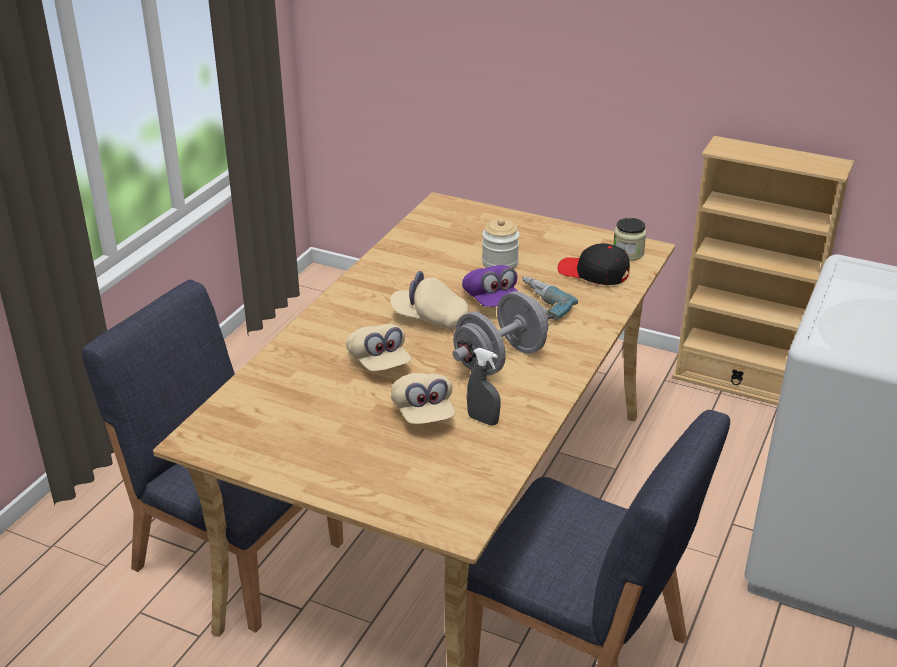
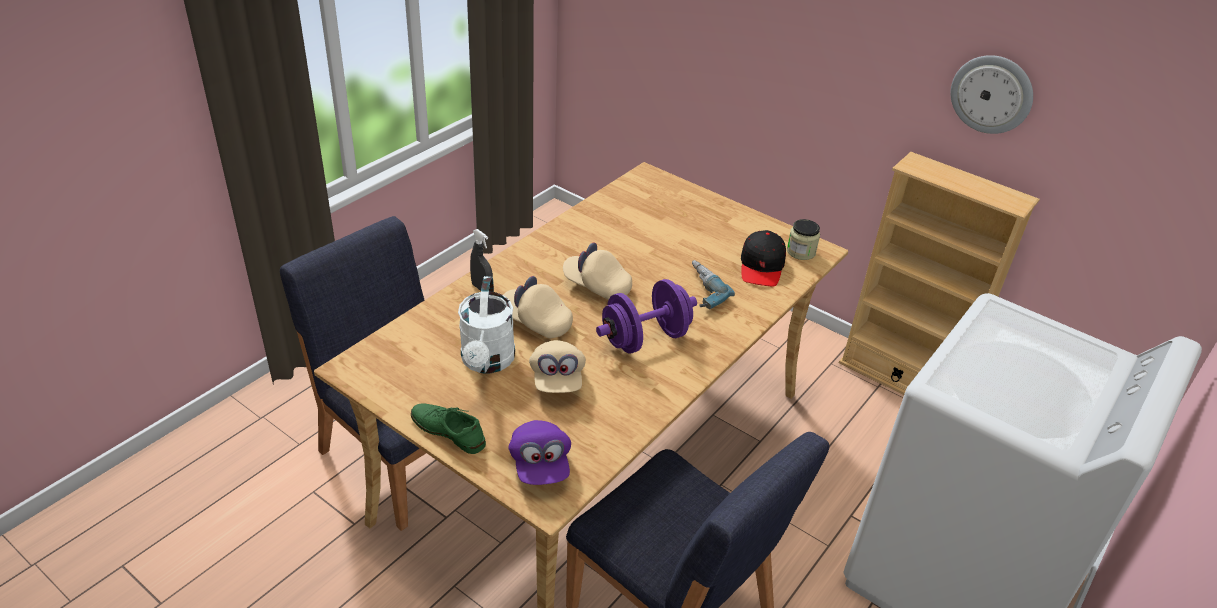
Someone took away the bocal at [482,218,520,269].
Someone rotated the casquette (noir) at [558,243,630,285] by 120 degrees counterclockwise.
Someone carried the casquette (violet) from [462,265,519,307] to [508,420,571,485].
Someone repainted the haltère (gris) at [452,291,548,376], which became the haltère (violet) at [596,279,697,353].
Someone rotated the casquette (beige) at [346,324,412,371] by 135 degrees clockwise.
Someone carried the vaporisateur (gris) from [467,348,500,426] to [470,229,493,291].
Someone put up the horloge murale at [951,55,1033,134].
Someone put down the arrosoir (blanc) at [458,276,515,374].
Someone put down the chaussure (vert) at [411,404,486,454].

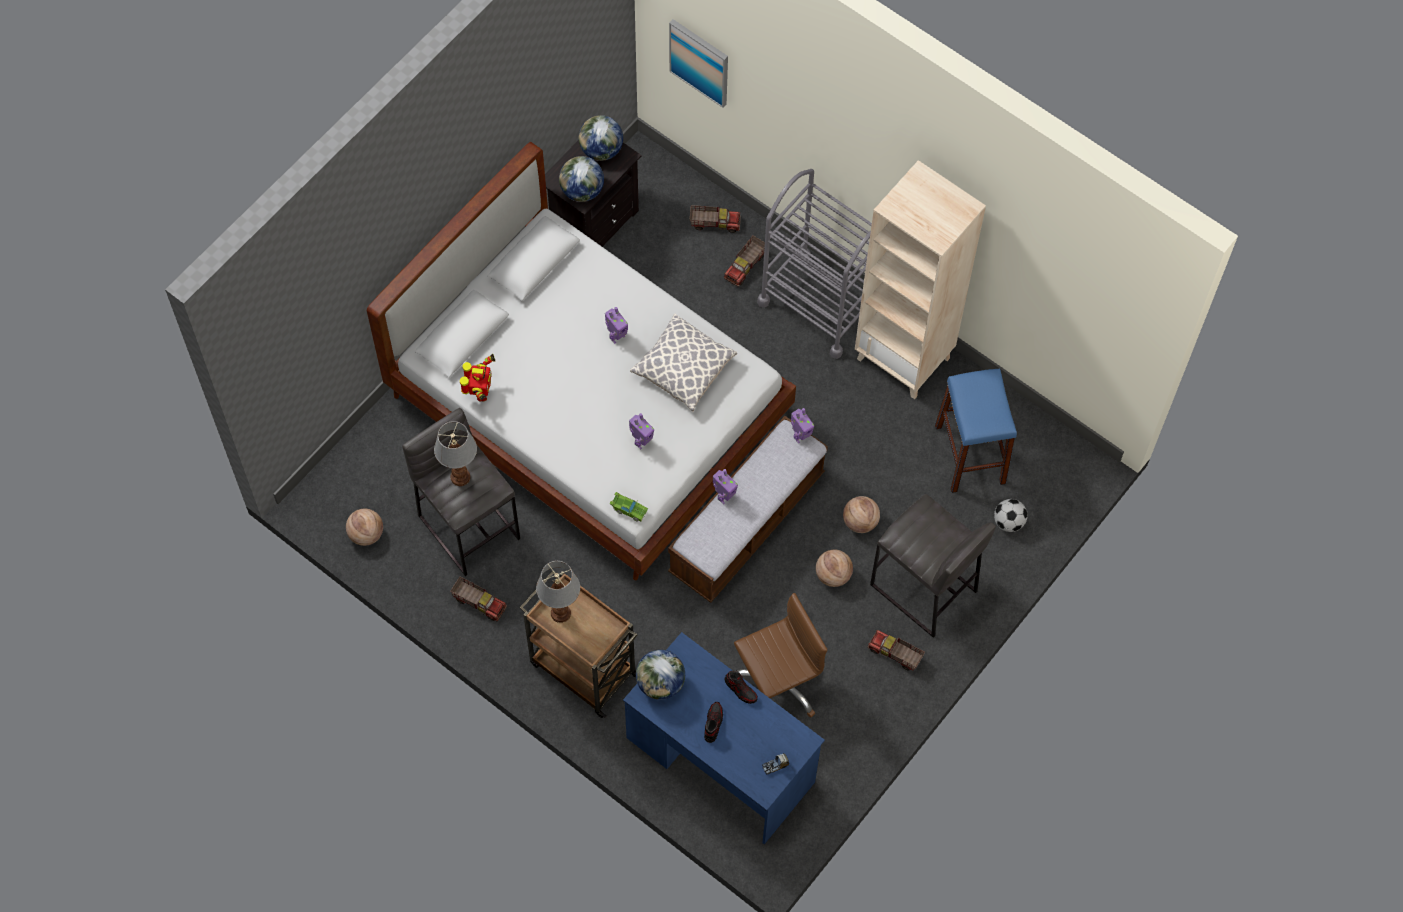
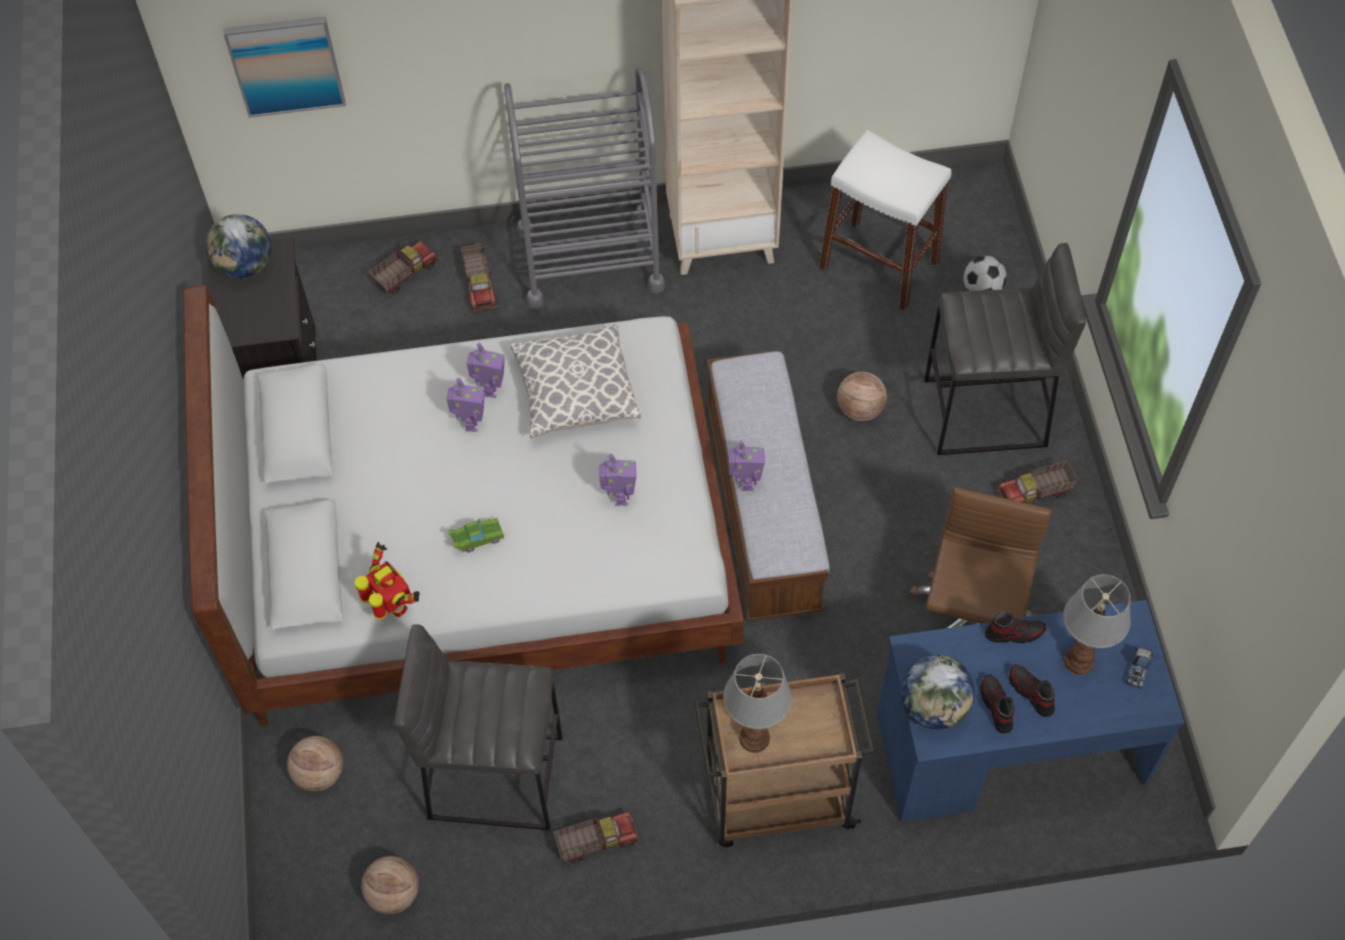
Someone took away the globe at [559,156,604,202].
Someone repainted the tabouret (bleu) at [935,368,1017,493], which became the tabouret (blanc) at [819,130,952,311].
Someone carried the robot jouet from [791,408,814,443] to [467,343,505,398].
Someone carried the lampe de table from [434,421,477,486] to [1064,574,1131,675].
Someone carried the petite voiture (vert) from [609,492,648,522] to [447,517,504,553].
Someone carried the ballon de basket from [816,550,853,587] to [287,736,343,792].
Someone put down the chaussure at [980,674,1015,734].

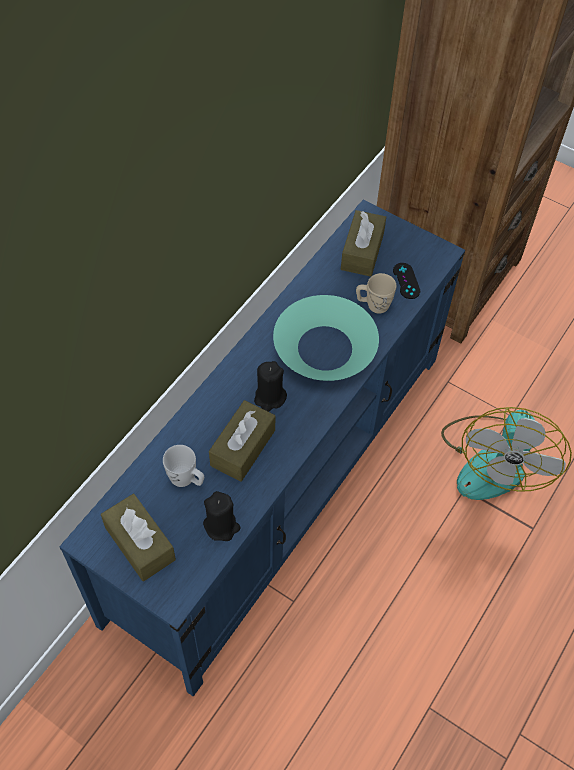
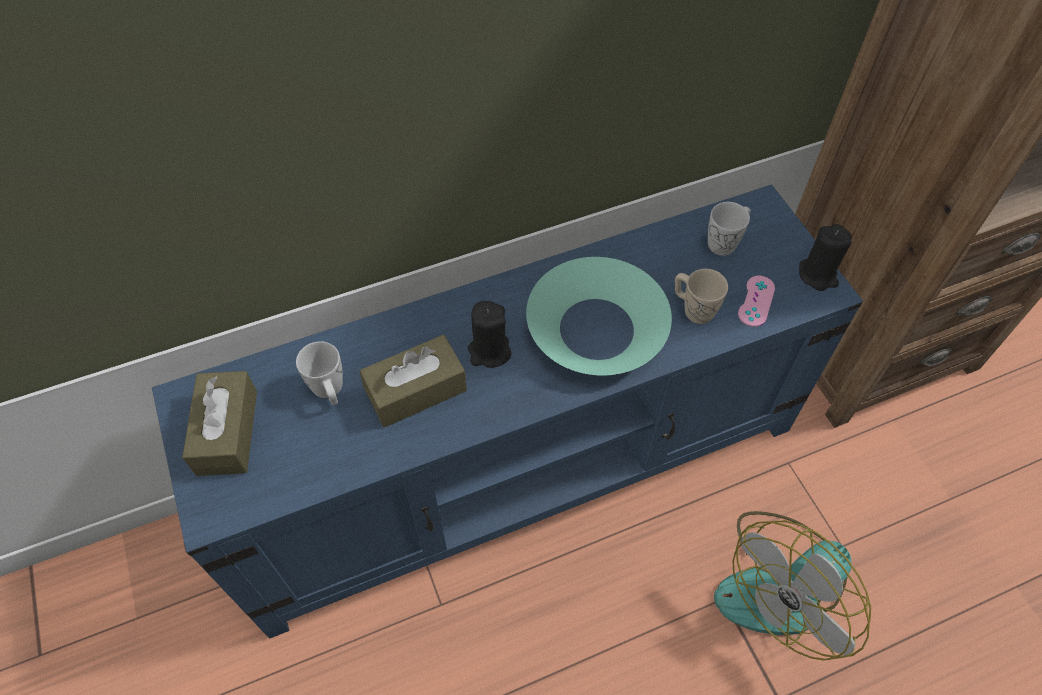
Someone swapped the boîte à mouchoirs (marron) at [341,210,386,277] for the mug (blanc) at [708,202,751,256].
Someone repainted the manette (noir) at [393,263,420,299], which became the manette (rose) at [738,276,775,327].
Someone carried the bougie (noir) from [203,491,241,541] to [799,224,852,291].

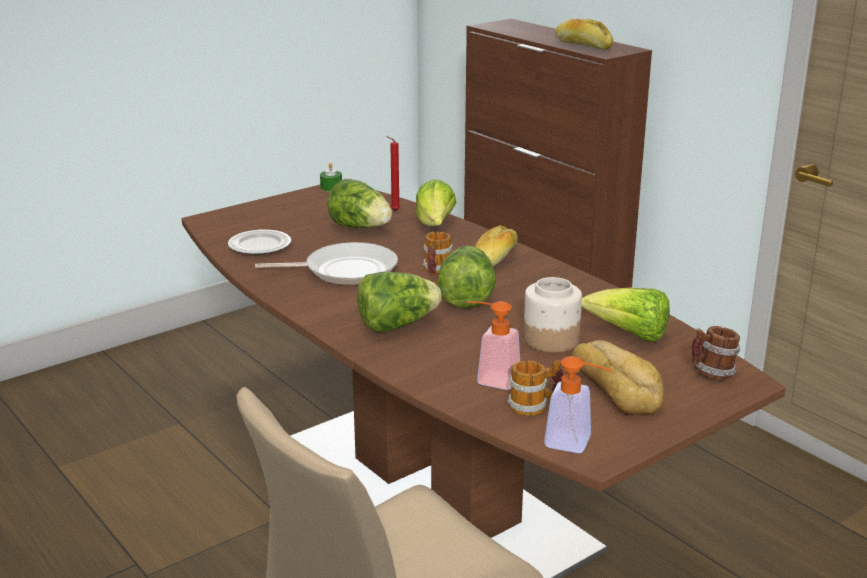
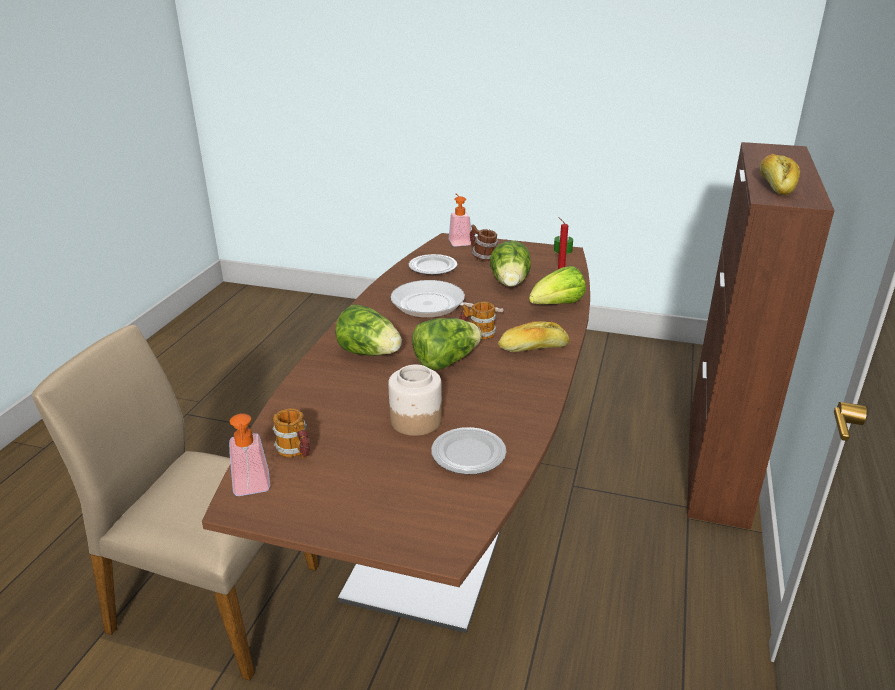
Someone rotated the poêle at [255,242,398,285] by 150 degrees clockwise.
Someone swapped the laitue at [582,288,670,342] for the assiette at [431,427,506,474].
Someone carried the distributeur de savon from [467,301,520,390] to [449,194,471,247].
Someone carried the mug from [692,326,740,380] to [470,224,498,261].
Someone took away the pain at [572,340,664,415].

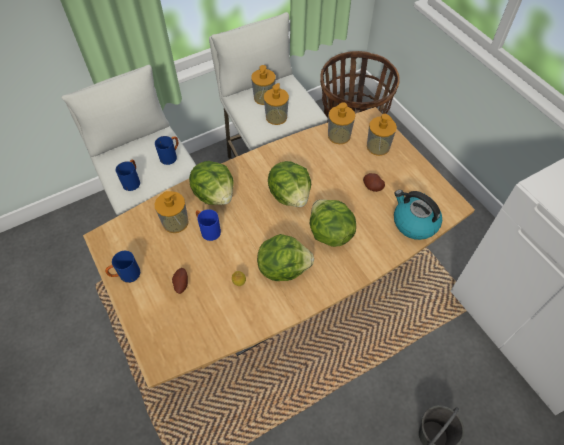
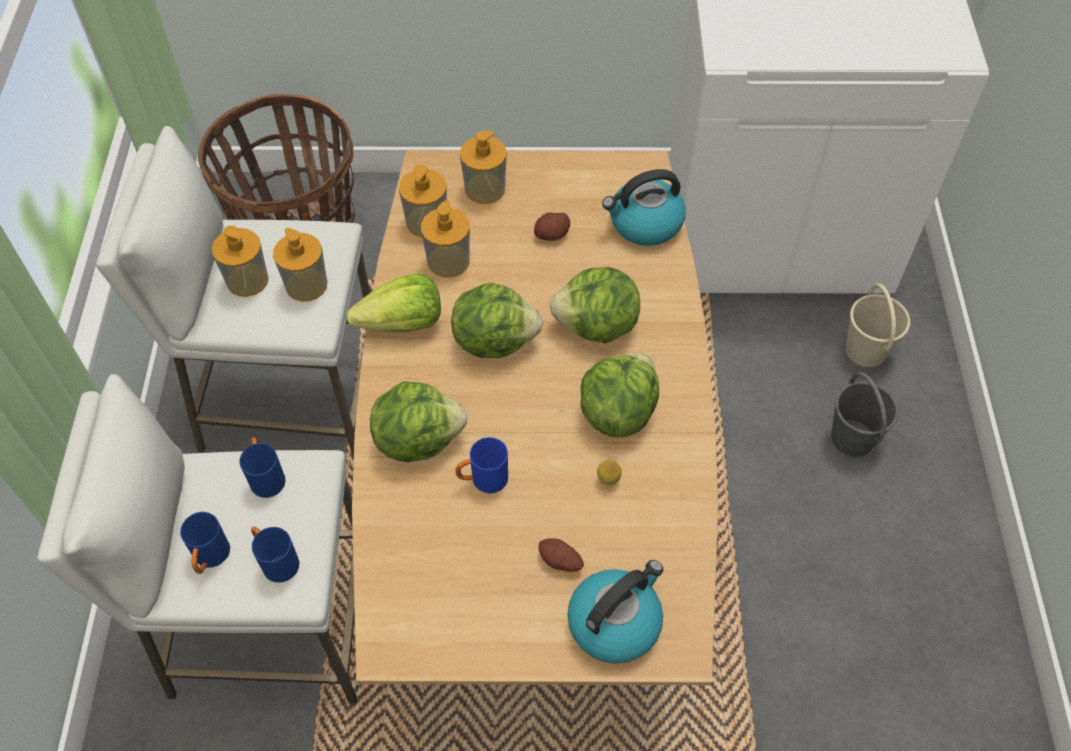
Someone carried the distributeur de savon from [155,191,189,233] to [421,200,470,278].
Someone carried the mug (bleu) from [105,251,140,283] to [180,512,230,574].
Someone put down the laitue at [347,273,441,332].
Someone put down the seau (beige) at [846,283,910,367].
Someone put down the bouilloire at [567,560,663,664].

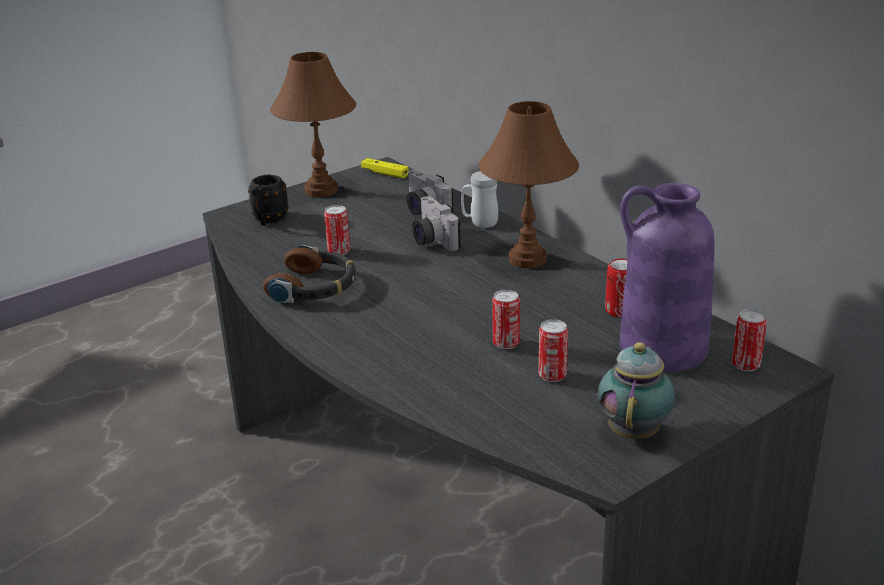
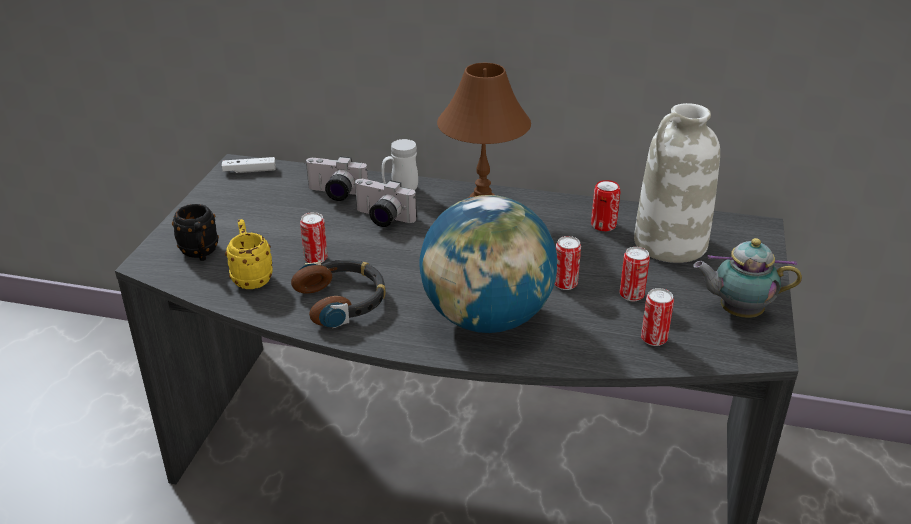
Someone took away the lampe de table (marron) at [270,52,356,198].
Someone repainted the manette (jaune) at [361,158,409,179], which became the manette (blanc) at [222,157,276,173].
Someone repainted the vase (violet) at [620,183,715,372], which became the vase (blanc) at [634,103,720,263].
Someone carried the boîte métallique from [732,309,767,371] to [641,288,674,346].
Someone rotated the théière at [598,341,675,439] by 60 degrees counterclockwise.
Someone put down the globe at [419,195,557,333].
Someone put down the mug (jaune) at [225,219,273,289].

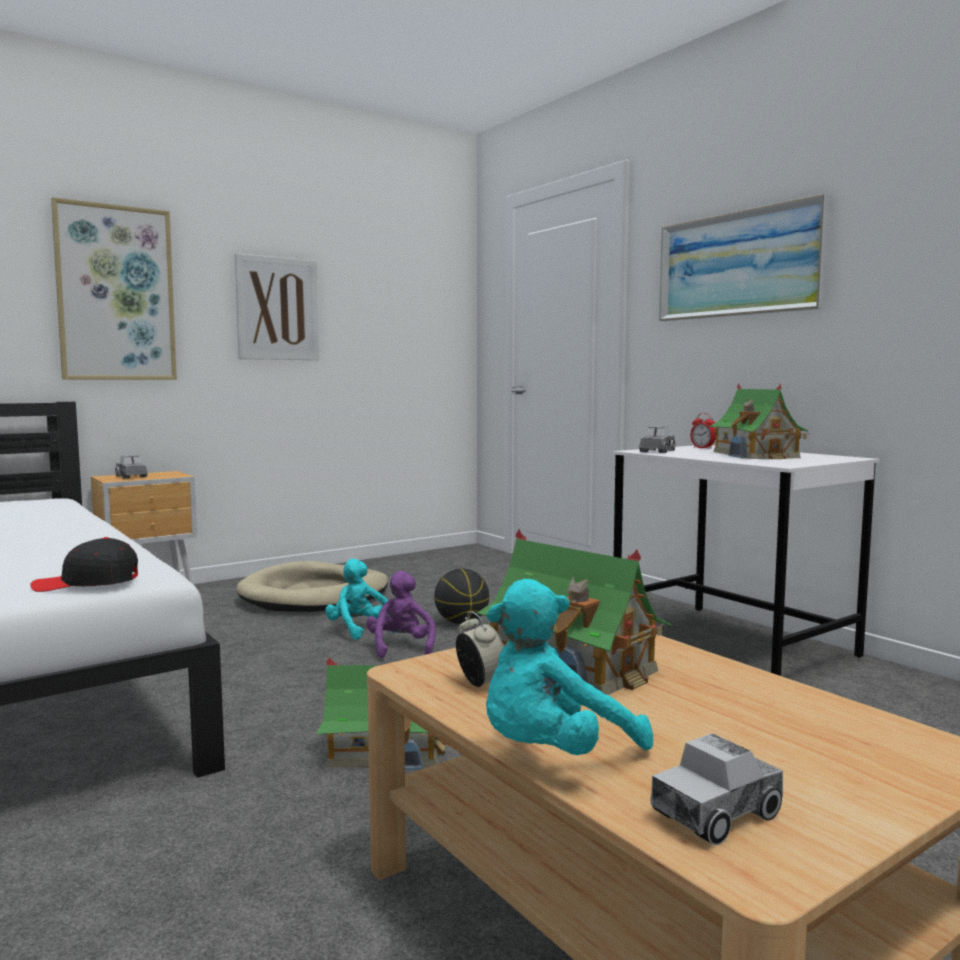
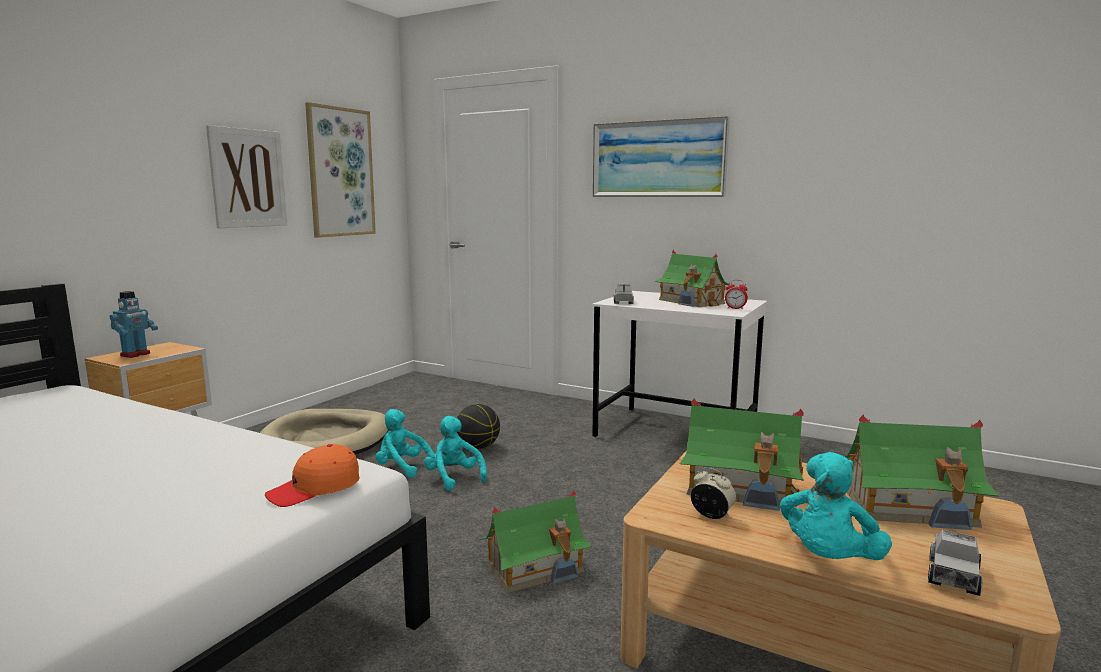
Someone carried the tableau from [51,197,177,380] to [305,102,376,238].
Someone carried the réveil from [690,413,716,449] to [725,280,748,310].
Someone swapped the camion jouet at [115,455,147,479] for the robot jouet at [110,291,158,358].
Someone repainted the casquette (noir) at [30,537,138,592], which became the casquette (orange) at [265,444,359,507].
Someone repainted the peluche (violet) at [366,571,436,658], which became the peluche (turquoise) at [424,416,487,491].
Someone put down the maison miniature at [842,414,999,530].

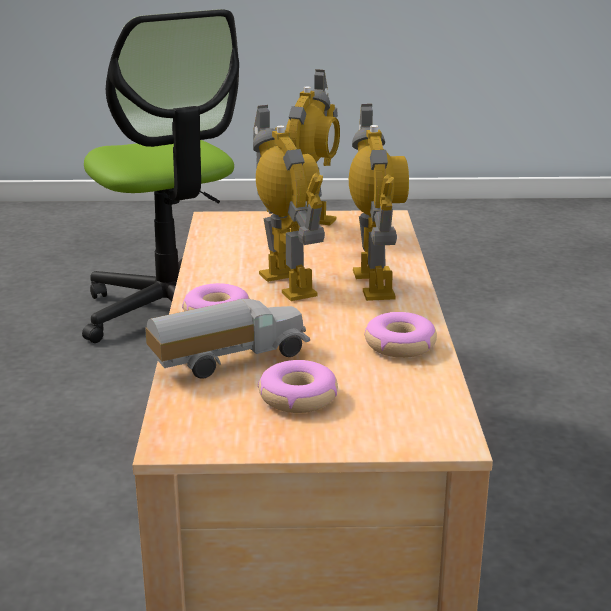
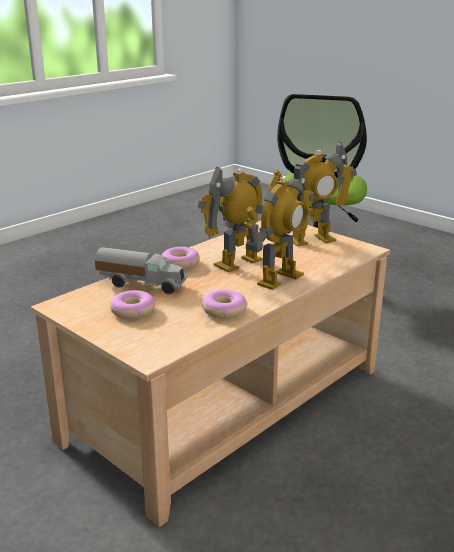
Someone rotated the robot jouet at [253,105,325,301] by 150 degrees counterclockwise.

